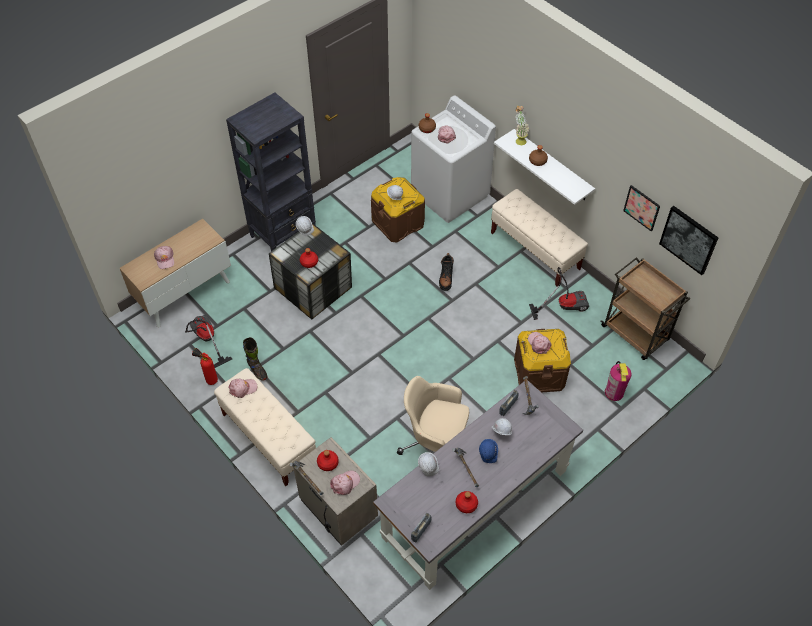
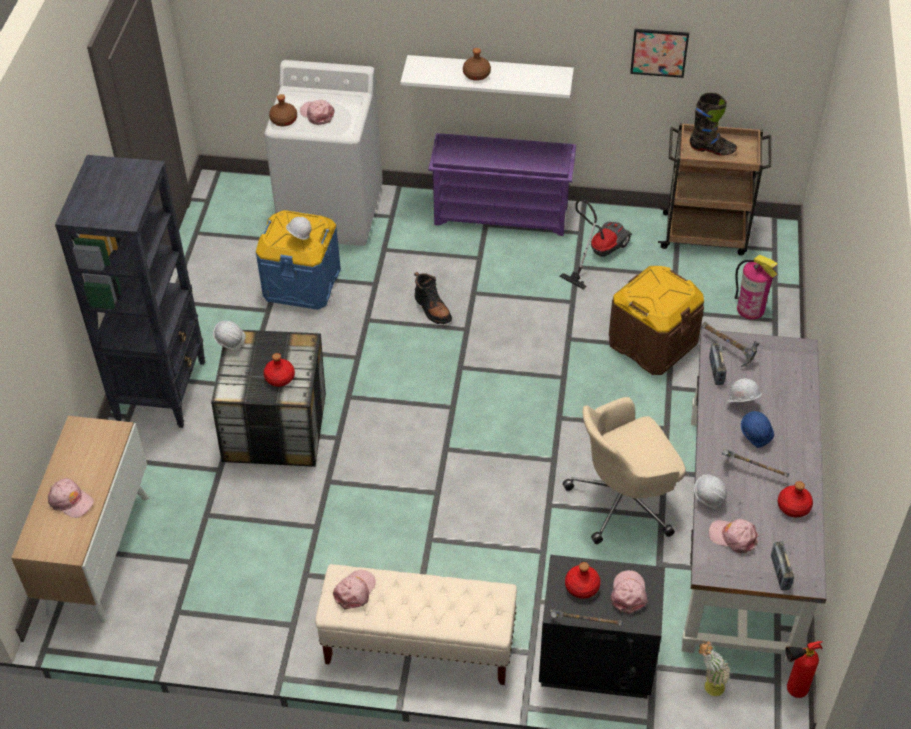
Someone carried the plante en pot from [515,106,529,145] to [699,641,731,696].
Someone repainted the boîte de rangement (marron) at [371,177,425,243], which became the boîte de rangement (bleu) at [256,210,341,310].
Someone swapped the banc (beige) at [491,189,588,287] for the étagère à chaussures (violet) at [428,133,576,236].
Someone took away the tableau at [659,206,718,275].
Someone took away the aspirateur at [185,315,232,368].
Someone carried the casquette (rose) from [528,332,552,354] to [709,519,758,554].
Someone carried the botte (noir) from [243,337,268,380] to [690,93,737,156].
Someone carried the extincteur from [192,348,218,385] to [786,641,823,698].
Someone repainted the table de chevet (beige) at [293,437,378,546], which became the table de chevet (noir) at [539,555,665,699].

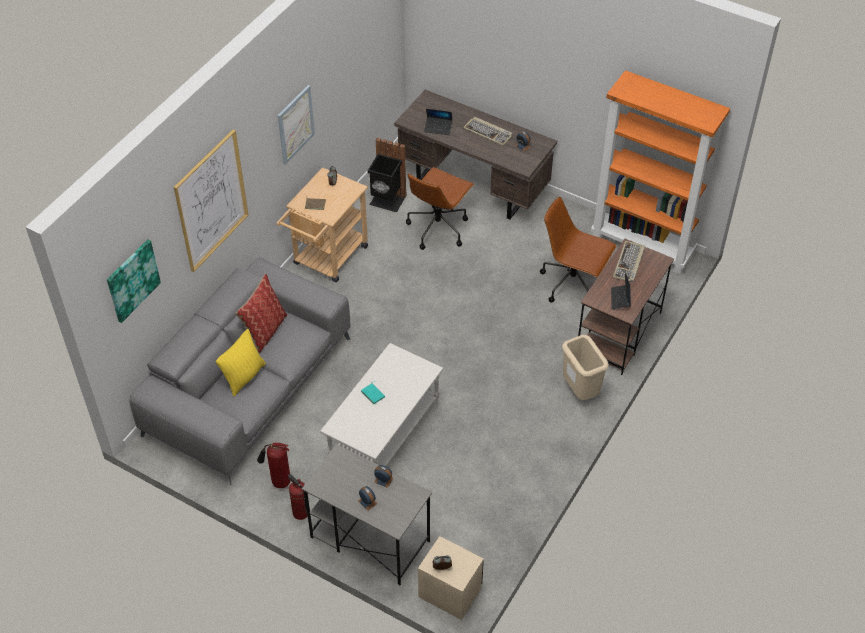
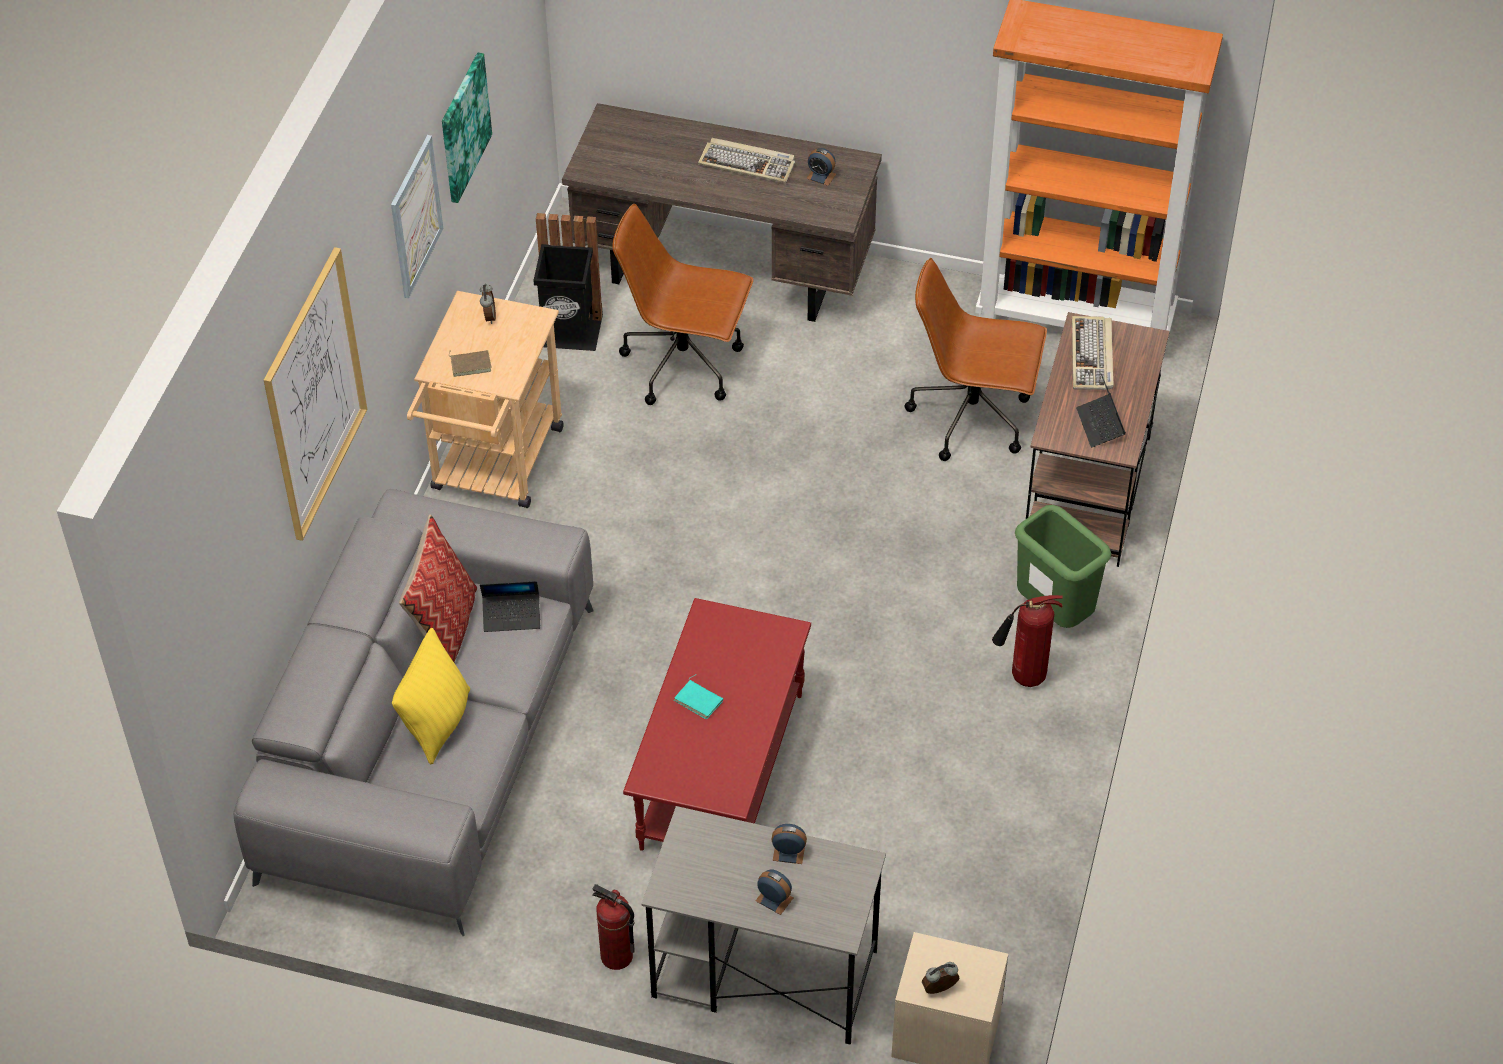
Someone carried the ordinateur portable from [424,109,453,135] to [480,581,540,632].
Someone rotated the chaise de bureau (marron) at [406,167,474,250] by 90 degrees clockwise.
Someone carried the tableau from [107,239,161,323] to [442,53,492,203].
Someone repainted the poubelle (beige) at [562,335,609,400], which became the poubelle (vert) at [1015,505,1111,628].
Someone repainted the table basse (blanc) at [320,343,443,466], which became the table basse (rouge) at [623,598,811,851].
Someone carried the extincteur from [257,443,290,488] to [992,595,1063,687].

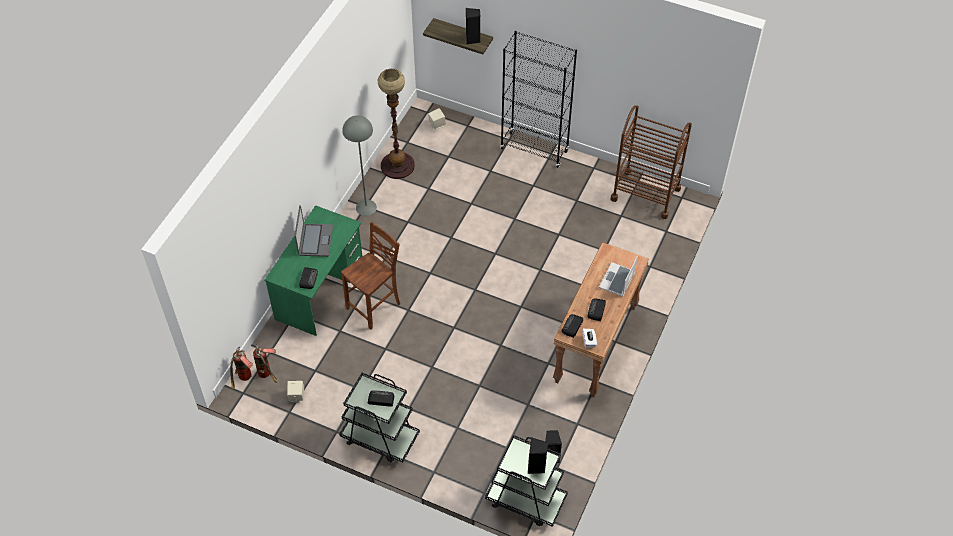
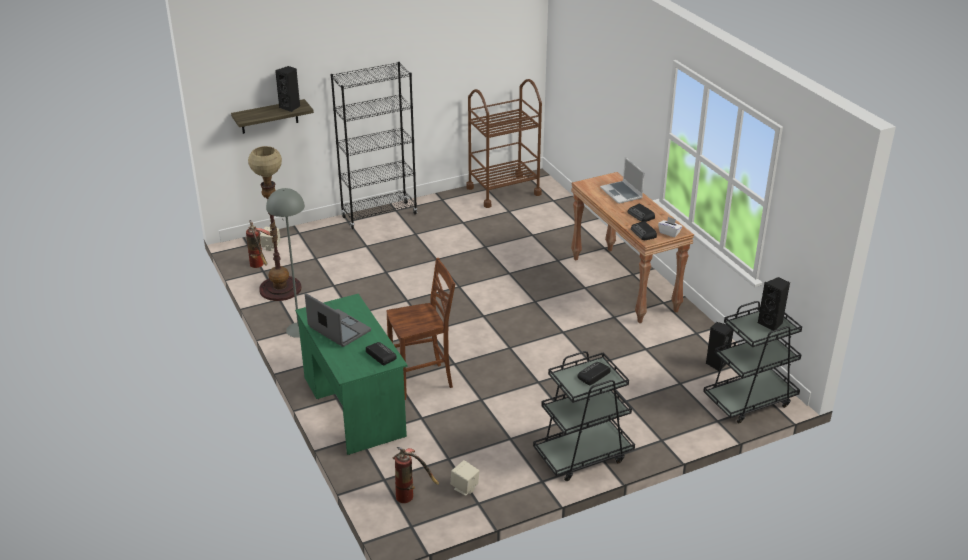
Someone rotated the chaise (marron) at [341,221,400,330] by 75 degrees clockwise.
Someone carried the extincteur from [230,347,253,390] to [246,220,270,268].

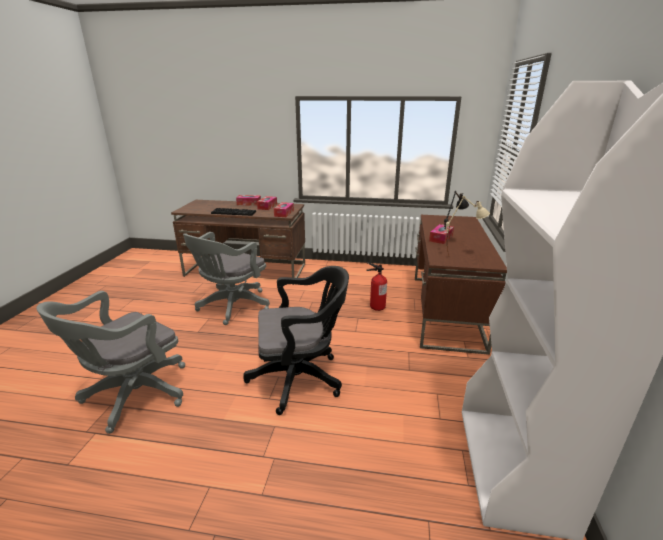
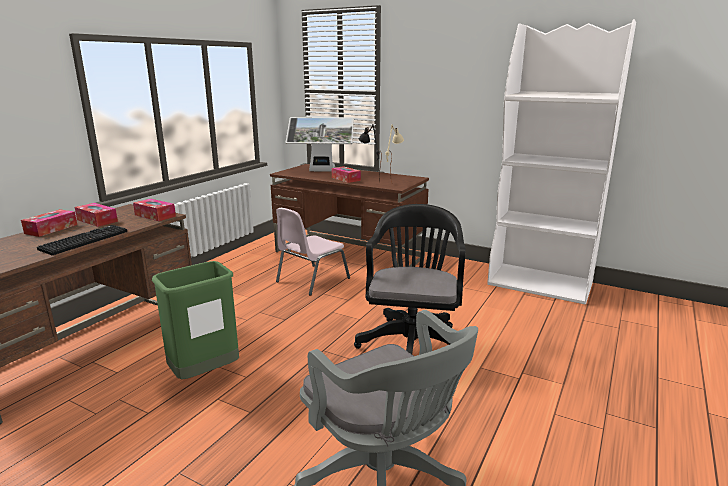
Someone swapped the chaise de bureau (gris) at [183,232,270,325] for the poubelle (vert) at [152,261,239,379].
Someone swapped the extincteur at [366,262,387,311] for the chaise (rose) at [276,208,350,295].
Someone put down the écran d'ordinateur at [286,117,354,171].

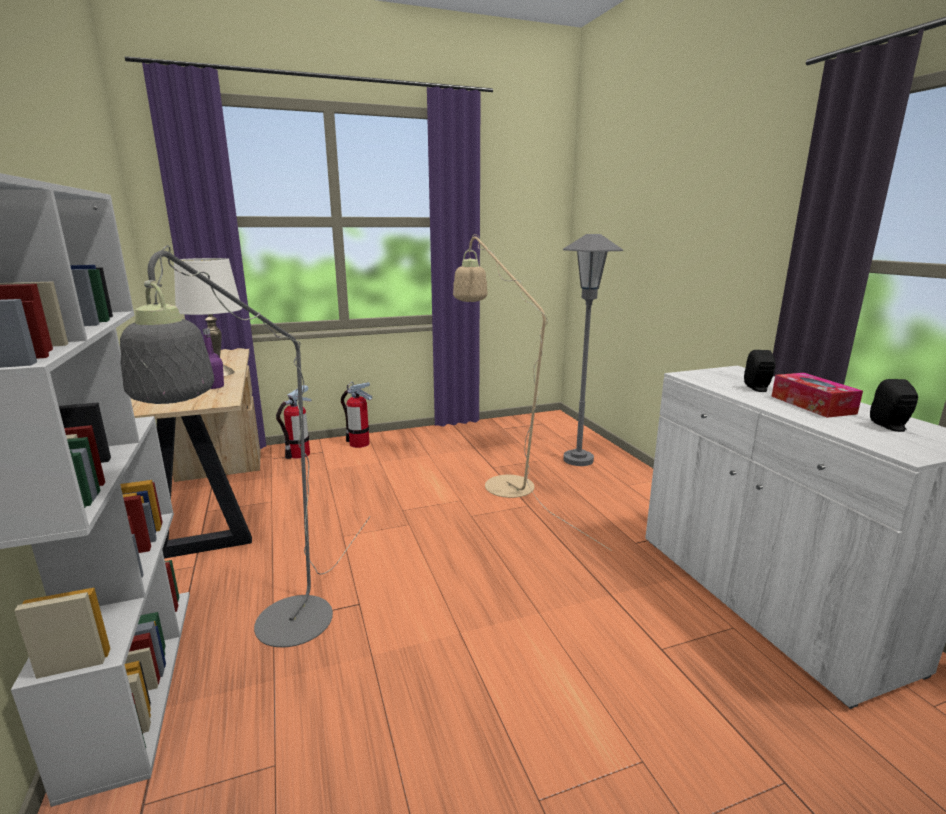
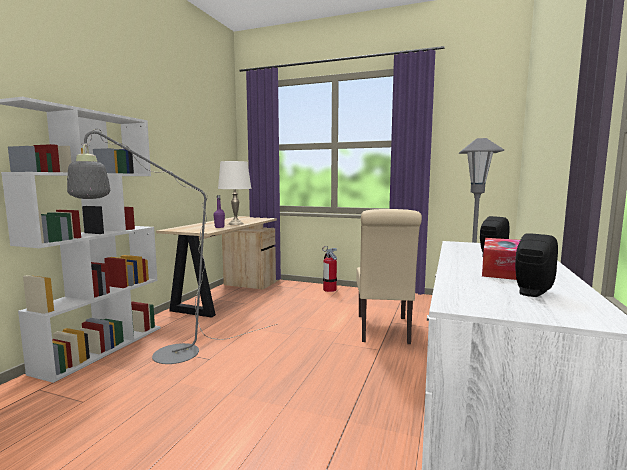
Someone swapped the lampadaire (beige) at [453,234,612,551] for the chaise (beige) at [356,209,422,344].
Someone took away the extincteur at [276,385,312,459].

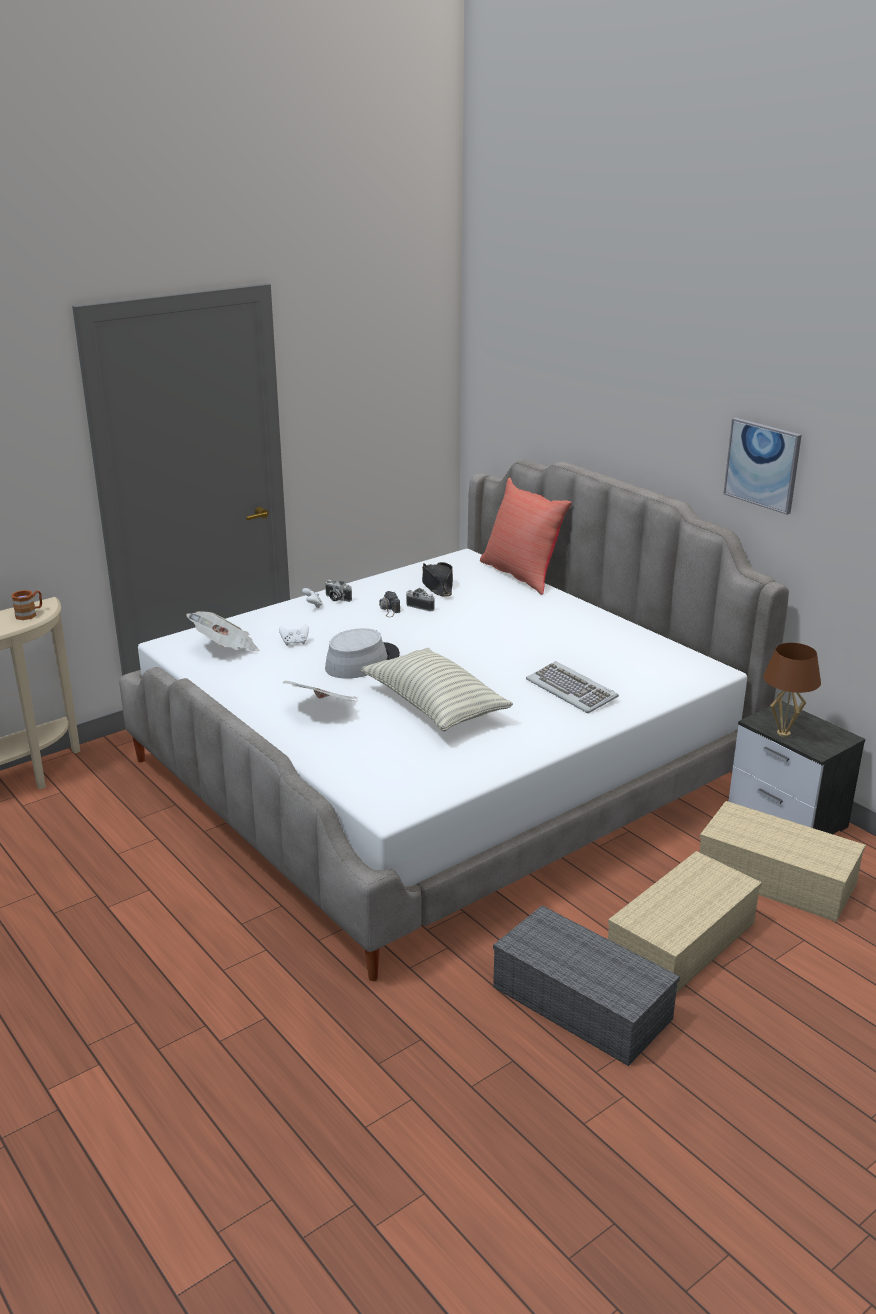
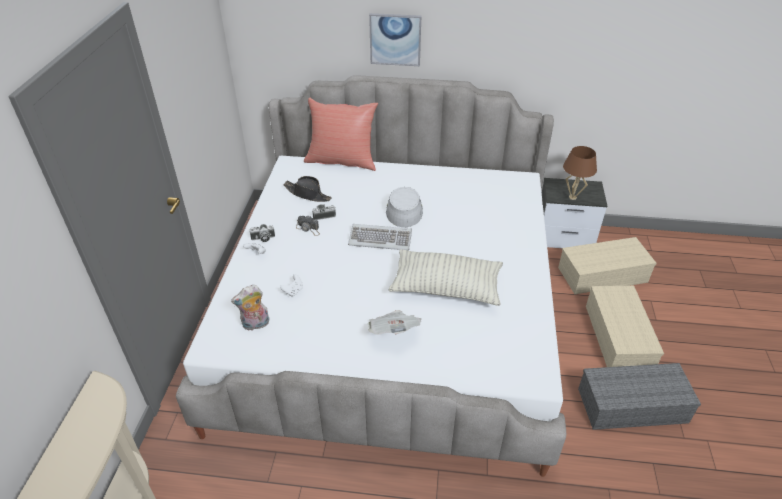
Someone carried the tableau from [723,418,802,515] to [369,13,421,66].
Someone took away the mug (marron) at [11,590,42,620].
Someone swapped the journal at [186,611,260,651] for the peluche at [231,284,269,331].
Someone carried the chapeau (gris) from [325,628,400,679] to [386,187,423,227].
Someone carried the clavier from [526,661,619,713] to [348,224,412,250].

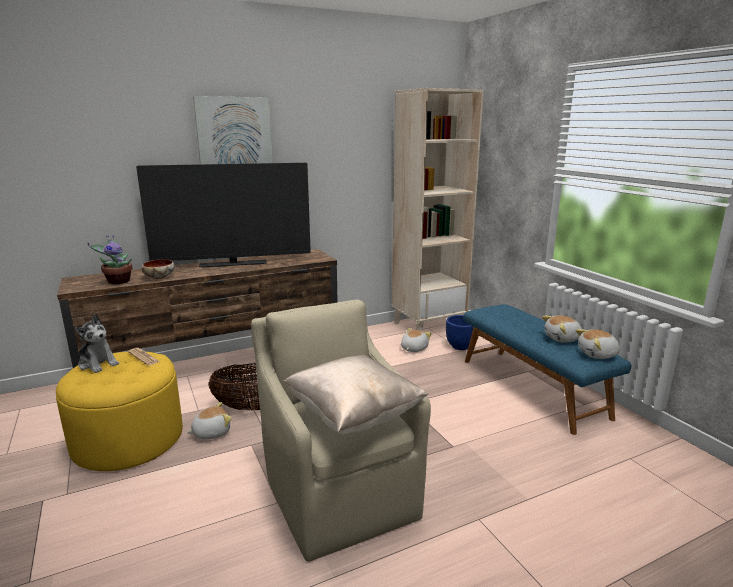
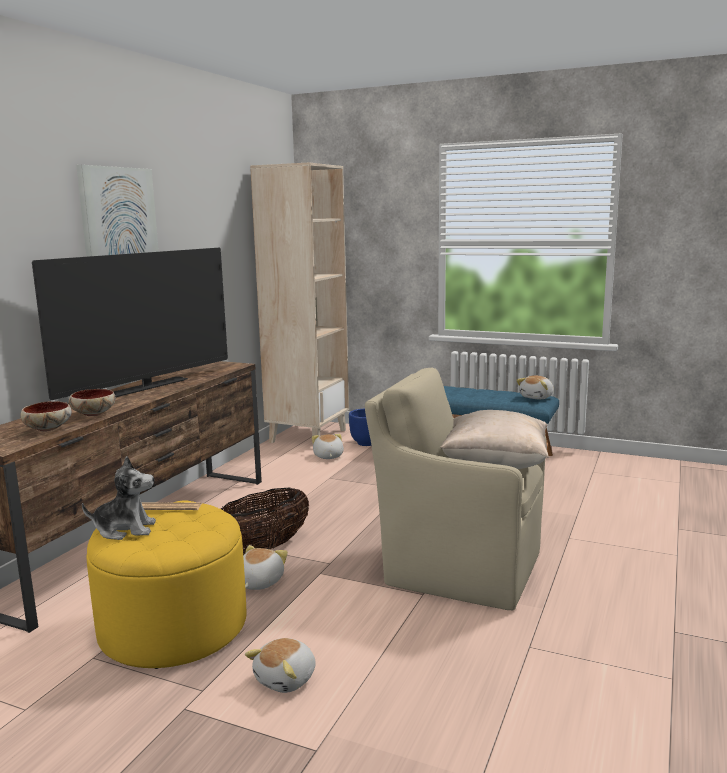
Someone swapped the plante en pot at [87,235,133,284] for the bol at [20,401,72,431].
Someone carried the peluche from [542,315,582,343] to [245,638,316,693].

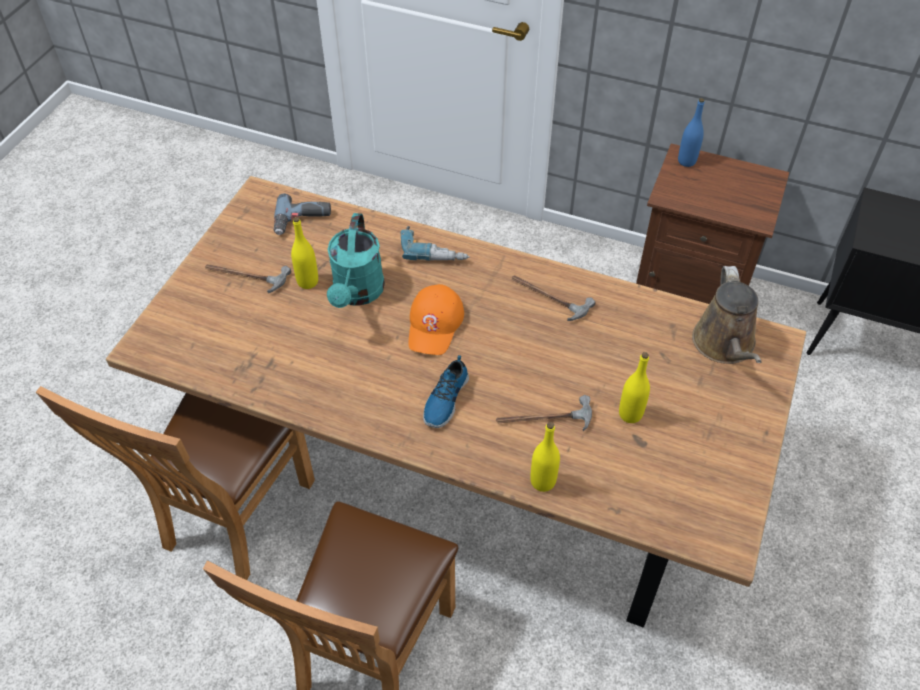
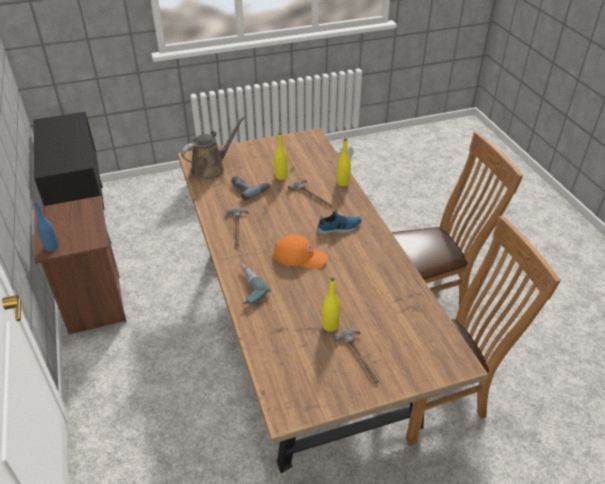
Someone carried the perceuse from [274,193,331,235] to [231,176,270,201].
Someone took away the arrosoir (turquoise) at [327,213,385,308].
Someone rotated the casquette (orange) at [408,284,464,355] by 45 degrees clockwise.

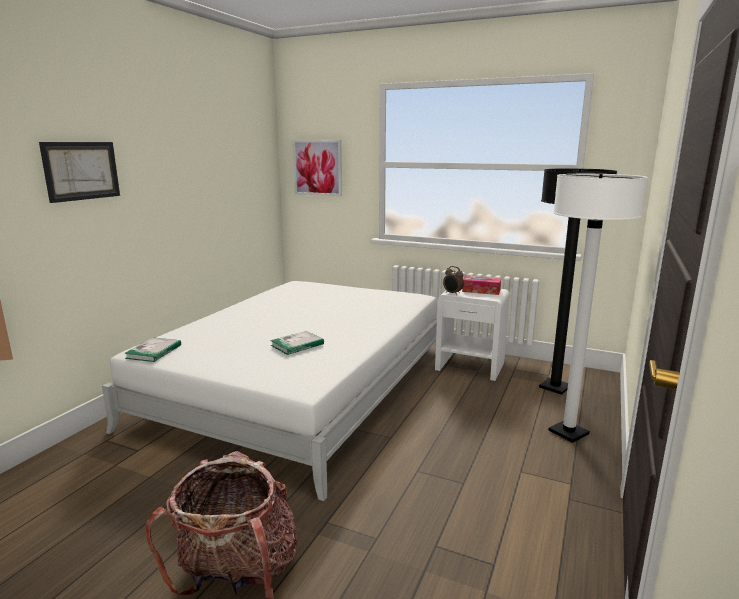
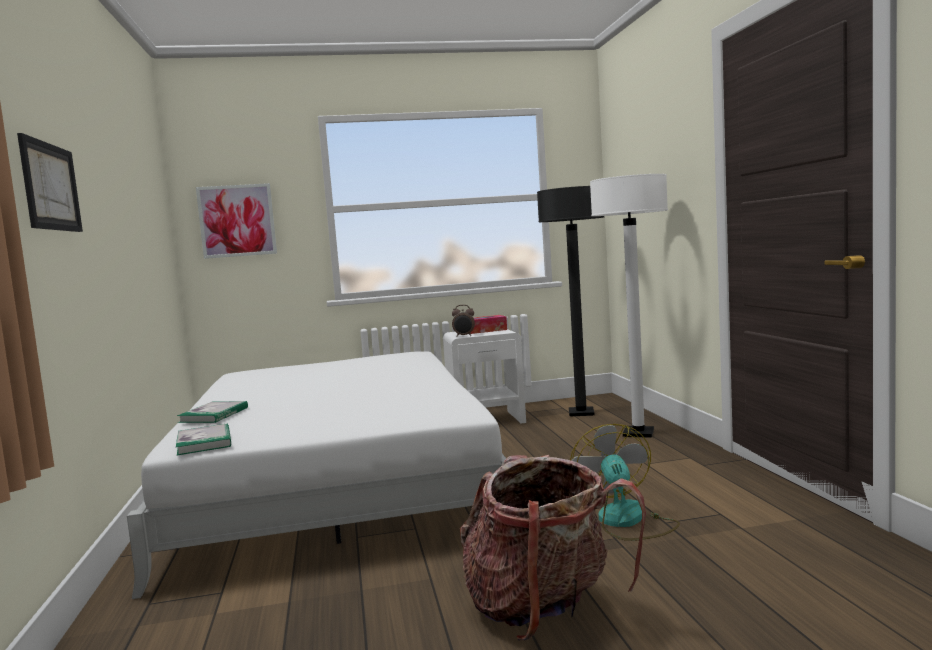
Someone carried the livre from [270,331,324,355] to [177,401,248,423].
Someone put down the ventilateur at [570,424,680,541].

